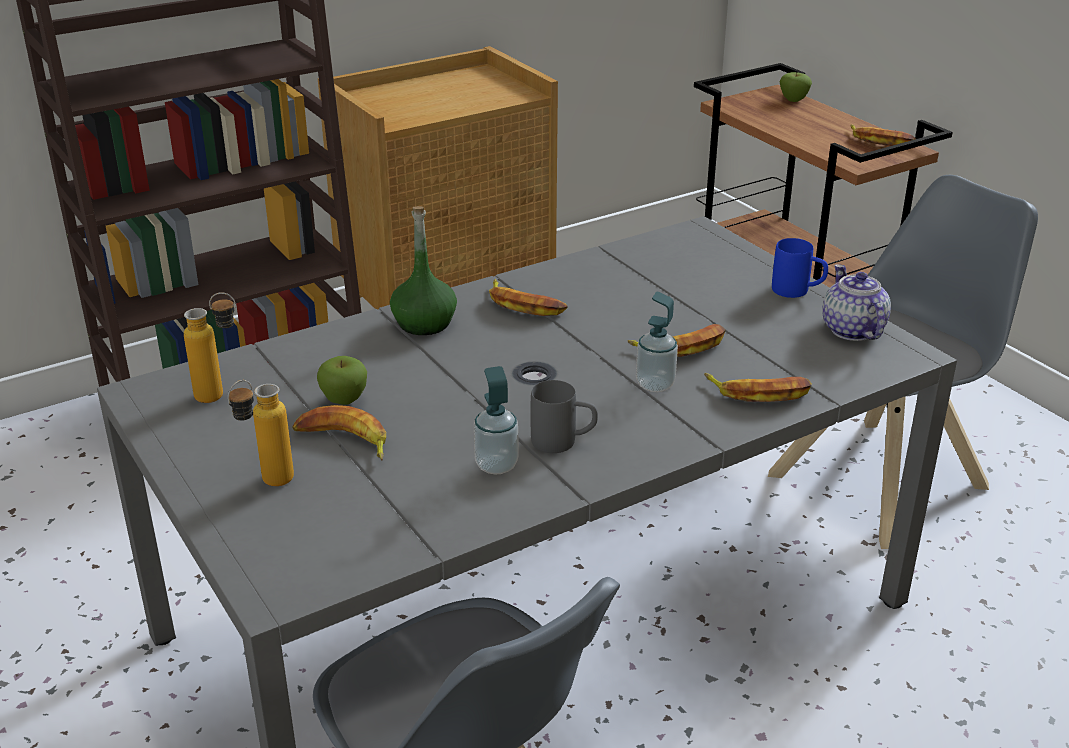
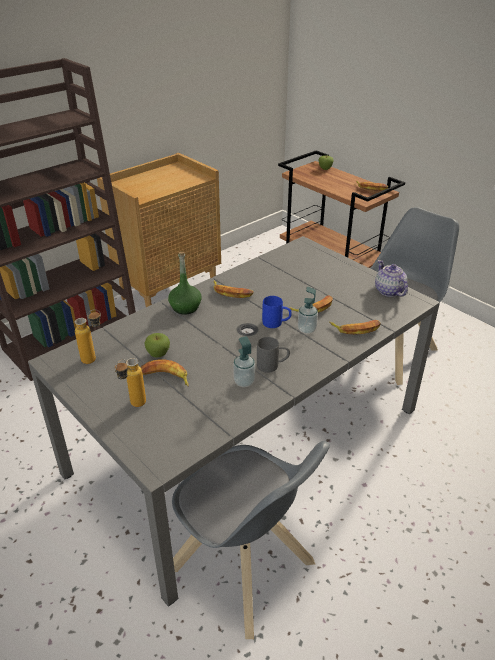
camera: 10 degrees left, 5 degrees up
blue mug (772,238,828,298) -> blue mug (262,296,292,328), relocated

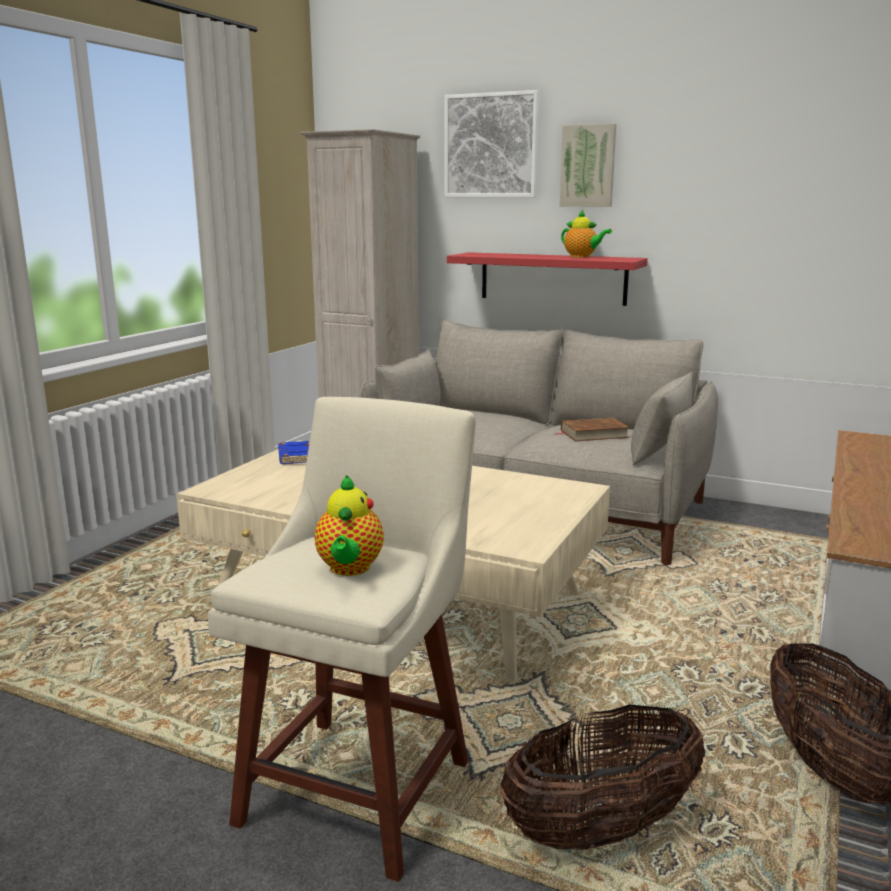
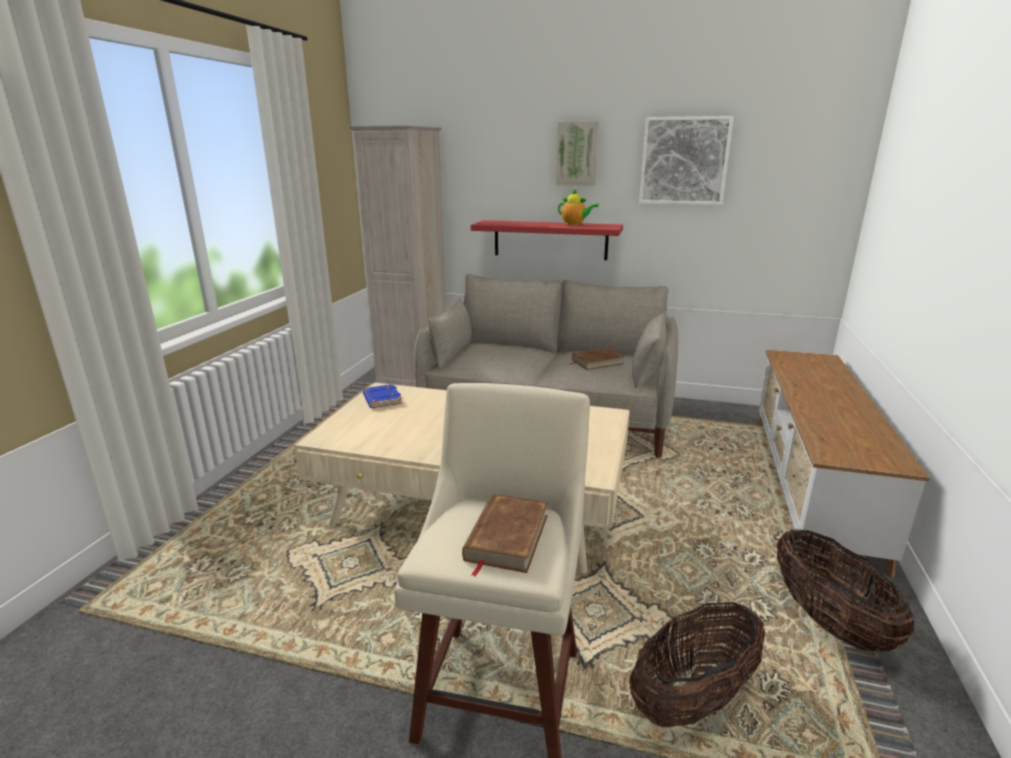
camera: 10 degrees left, 5 degrees up
teapot (315,475,384,576) -> brown book (462,494,548,576)
picture (444,90,540,197) -> picture (639,116,734,205), relocated

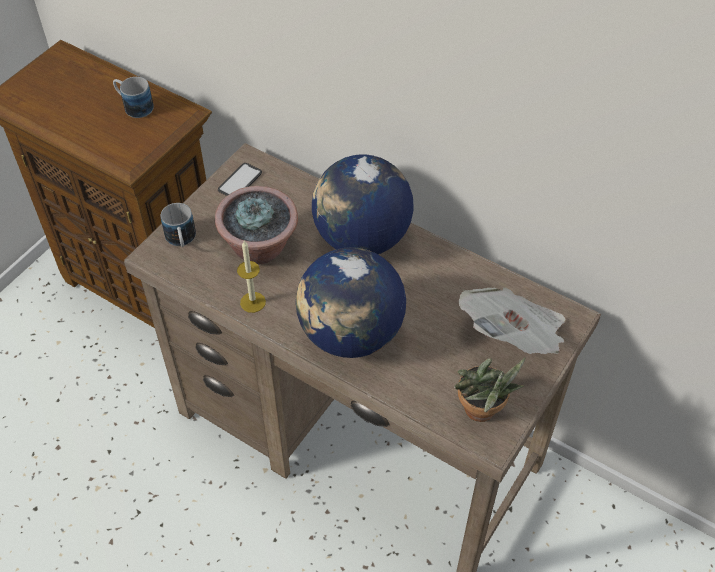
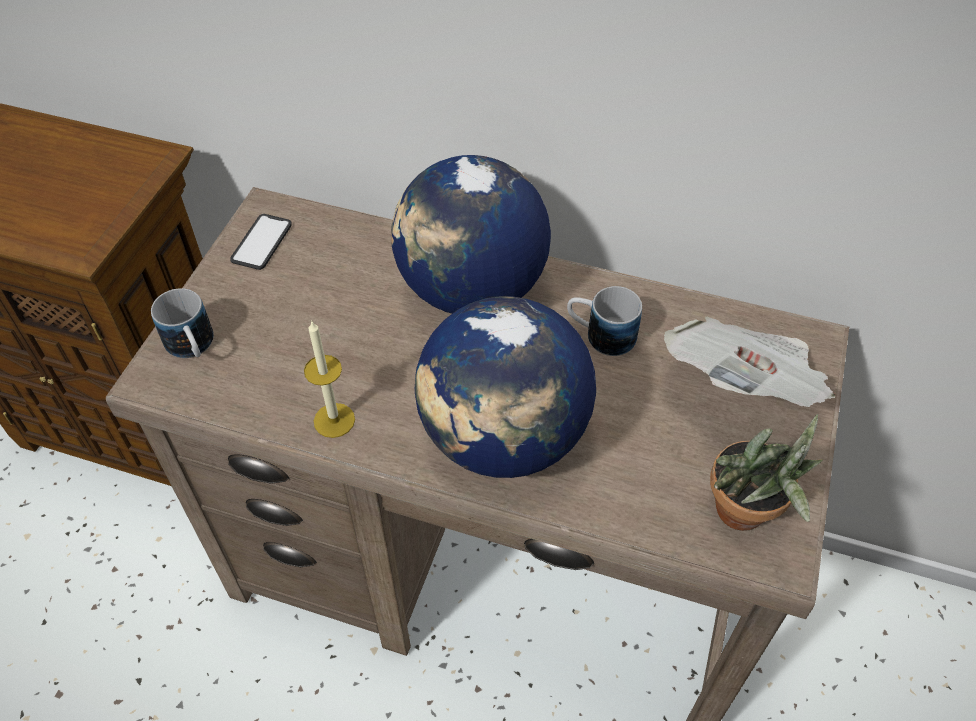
camera: 15 degrees left, 0 degrees up
mug (113,77,154,118) -> mug (567,286,642,356), relocated
potted plant (215,186,298,264) -> none

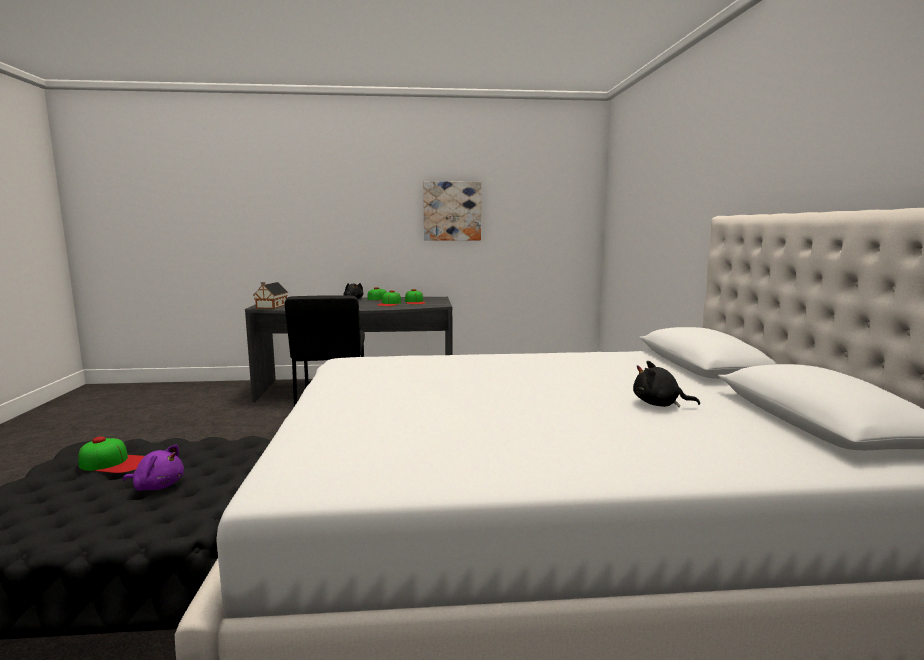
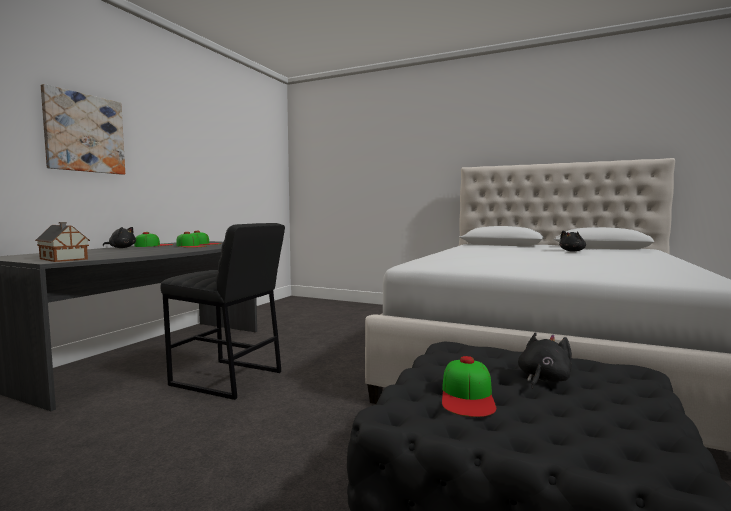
camera: 60 degrees left, 5 degrees down
cap (78,436,145,473) -> cap (442,356,496,417), 150 degrees clockwise
purple plush toy (123,445,184,491) -> black plush toy (518,332,572,389)
picture (423,181,481,241) -> picture (41,84,125,175), relocated

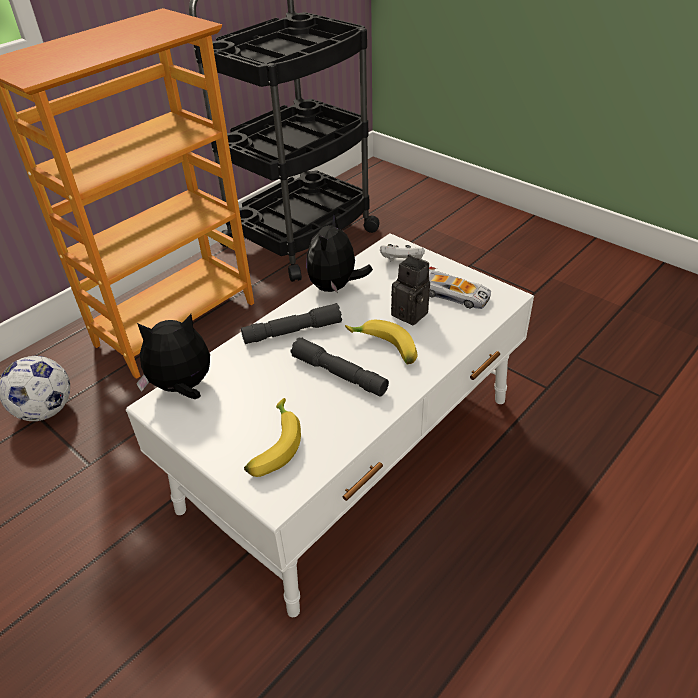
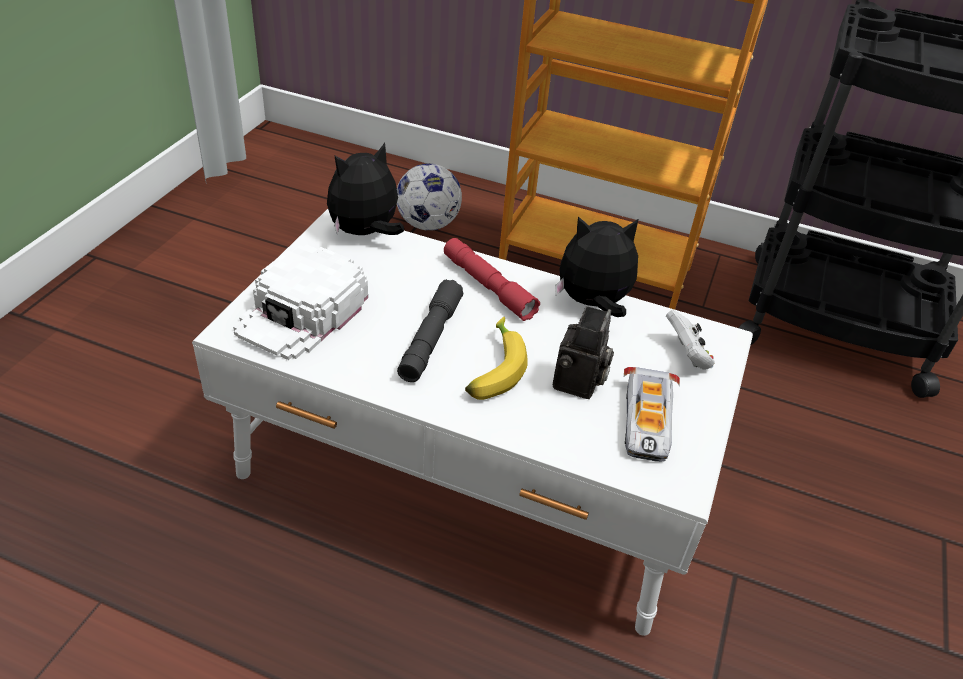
camera: 65 degrees right, 0 degrees up
plush toy (136,314,210,399) -> plush toy (327,143,405,235), 90 degrees counterclockwise
grey flashlight (241,303,342,344) -> red flashlight (444,238,540,321)
banana (244,398,301,477) -> white cap (233,245,368,360)

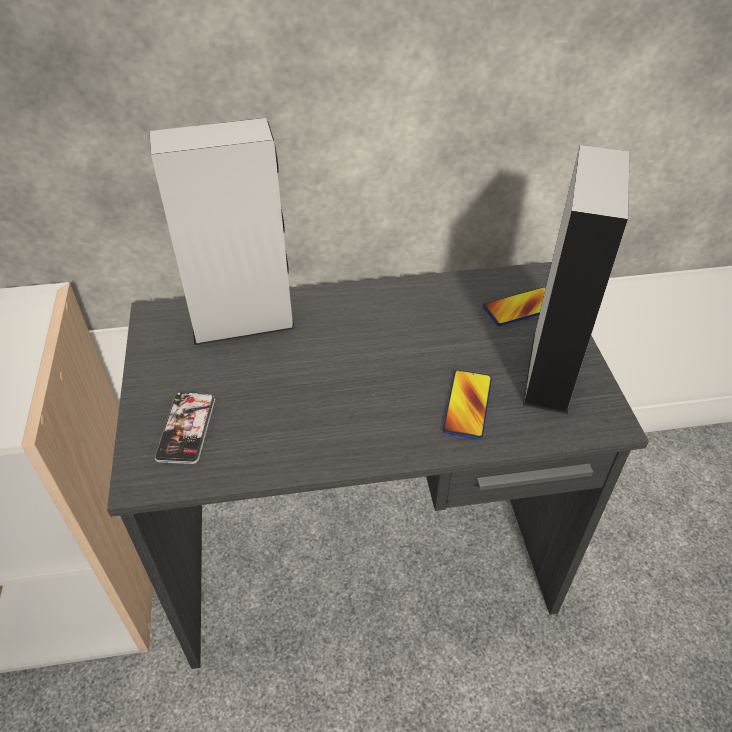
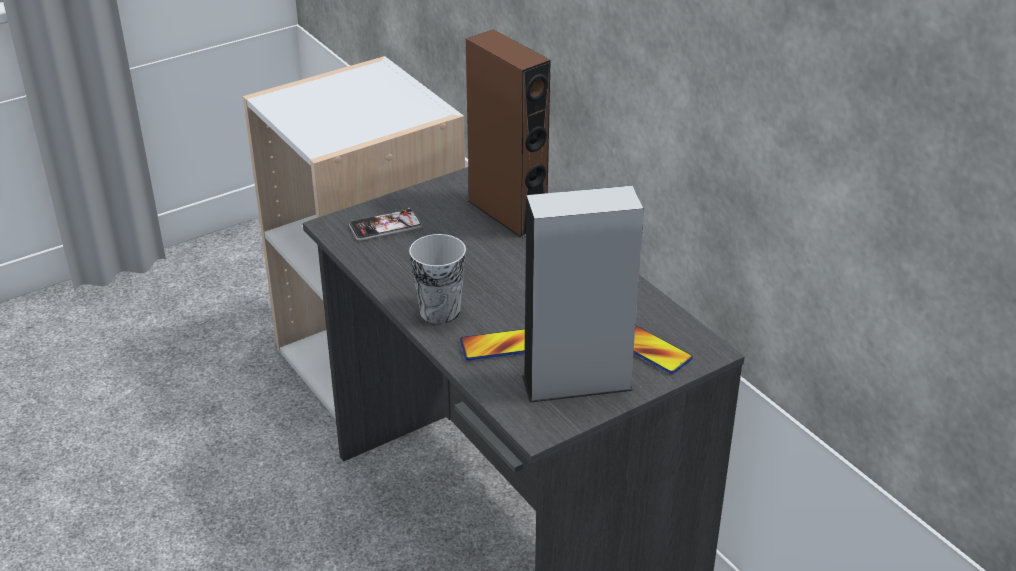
camera: 65 degrees right, 10 degrees down
grey speaker (149,118,295,345) -> brown speaker (466,29,551,238)
none -> cup (409,234,466,324)

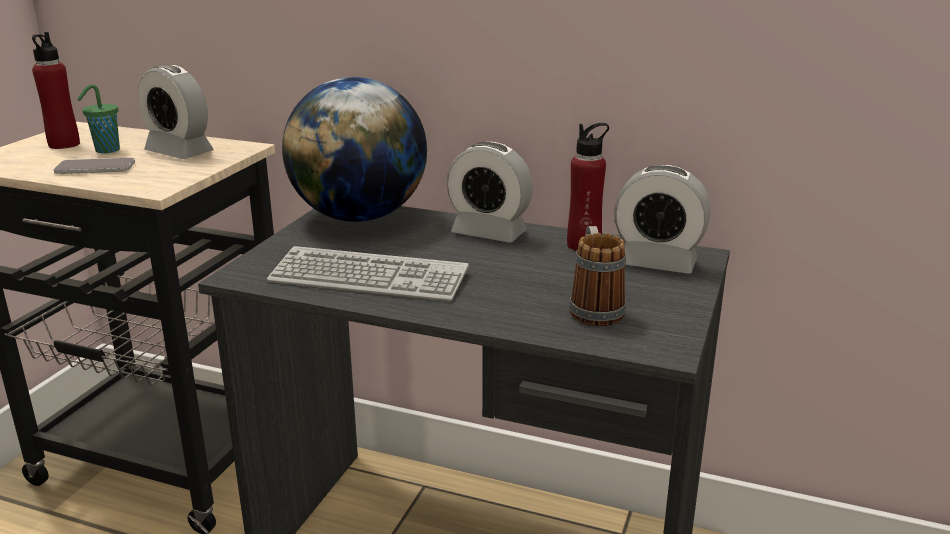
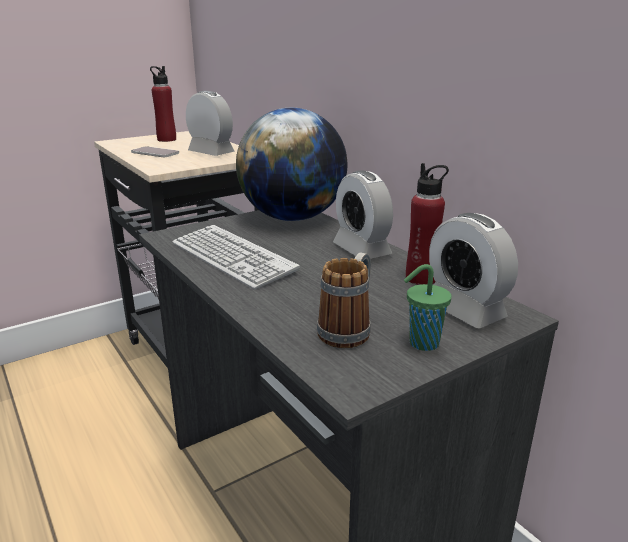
camera: 35 degrees right, 0 degrees up
green cup (77,84,120,153) -> green cup (404,264,452,351), relocated
alarm clock (138,65,214,159) -> alarm clock (186,91,235,156), 150 degrees clockwise

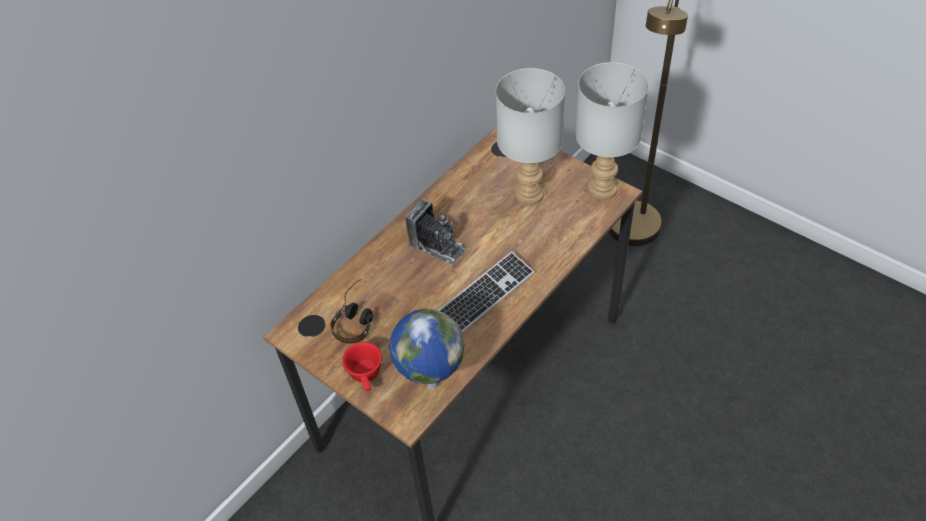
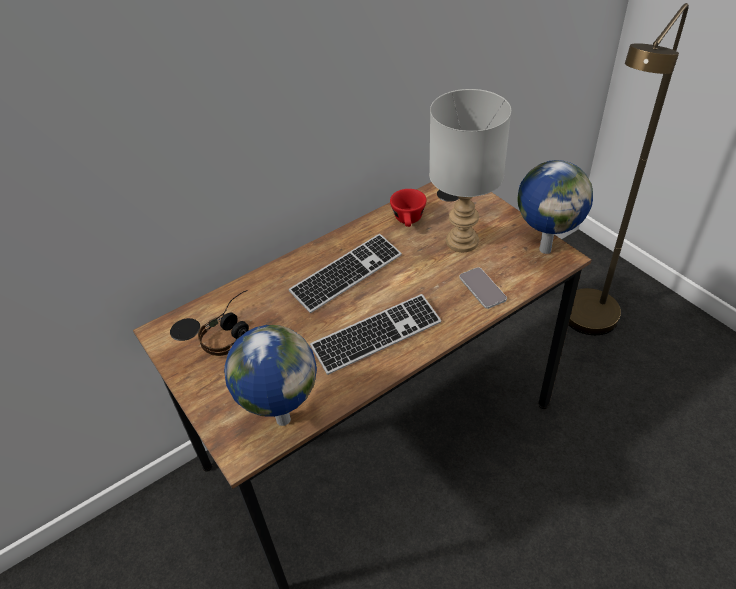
camera: 15 degrees right, 5 degrees down
red cup (342,342,382,391) -> red cup (390,189,427,227), relocated
photo camera (405,198,468,266) -> keyboard (289,234,402,313)
grey table lamp (575,62,649,200) -> globe (517,160,593,254)
none -> phone (459,267,507,309)

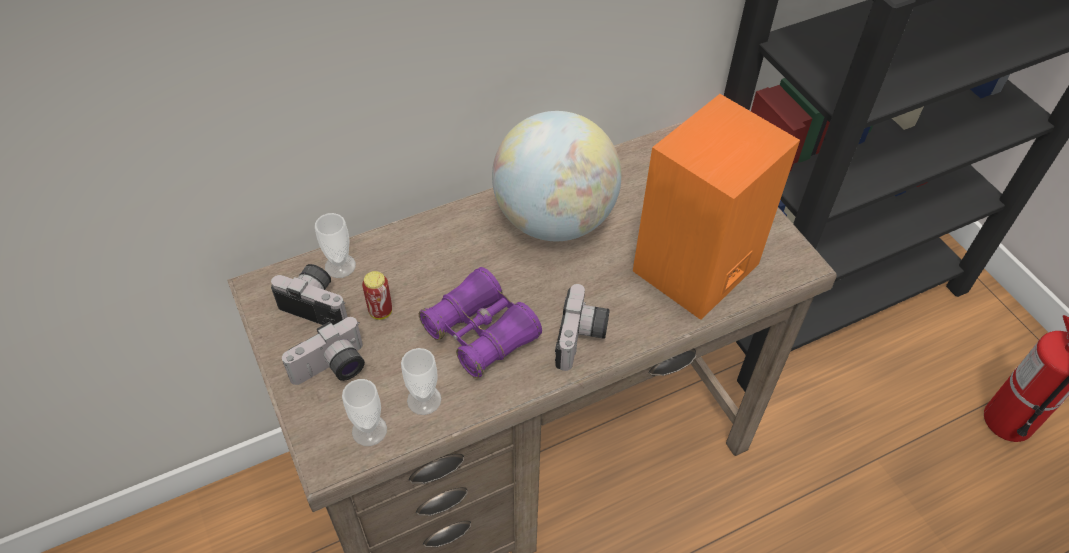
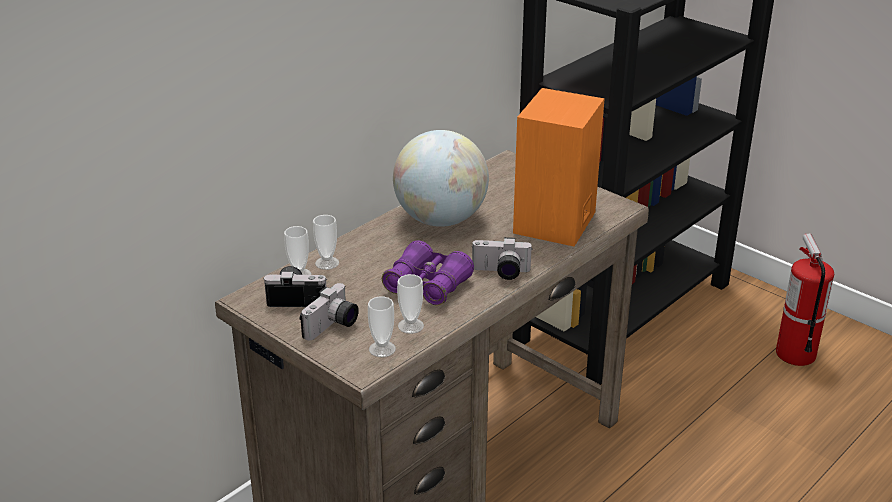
camera: 20 degrees left, 20 degrees down
can (362,271,392,320) -> none
photo camera (555,284,610,371) -> photo camera (471,237,533,280), 105 degrees clockwise
none -> cup (313,215,339,270)

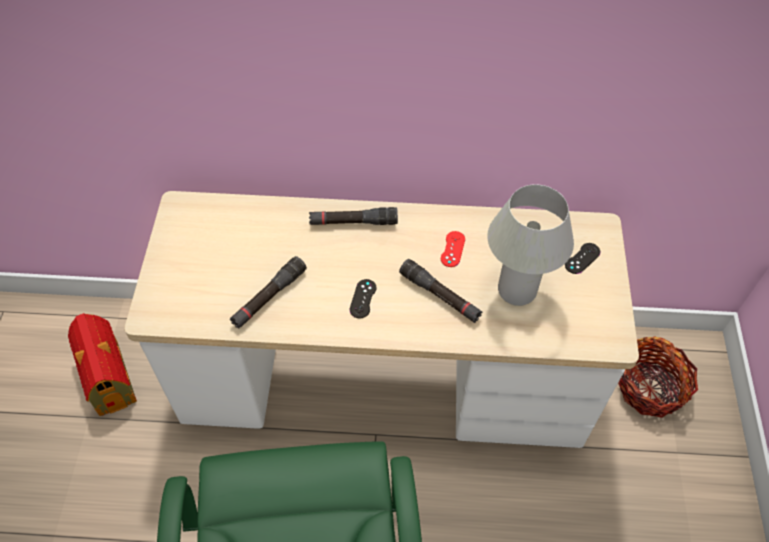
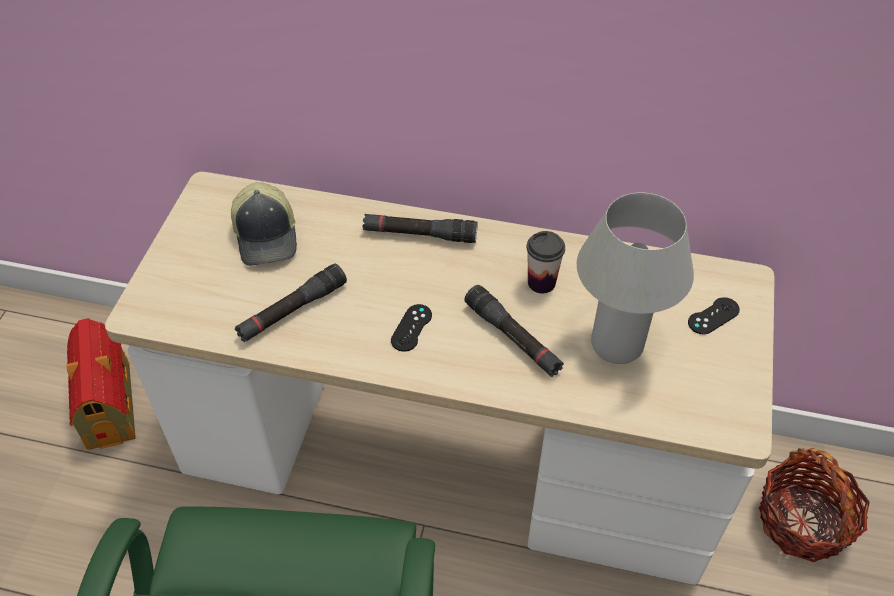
camera: 10 degrees right, 5 degrees down
red game controller (441,231,465,267) -> cup (527,231,565,293)
none -> cap (231,182,297,266)

